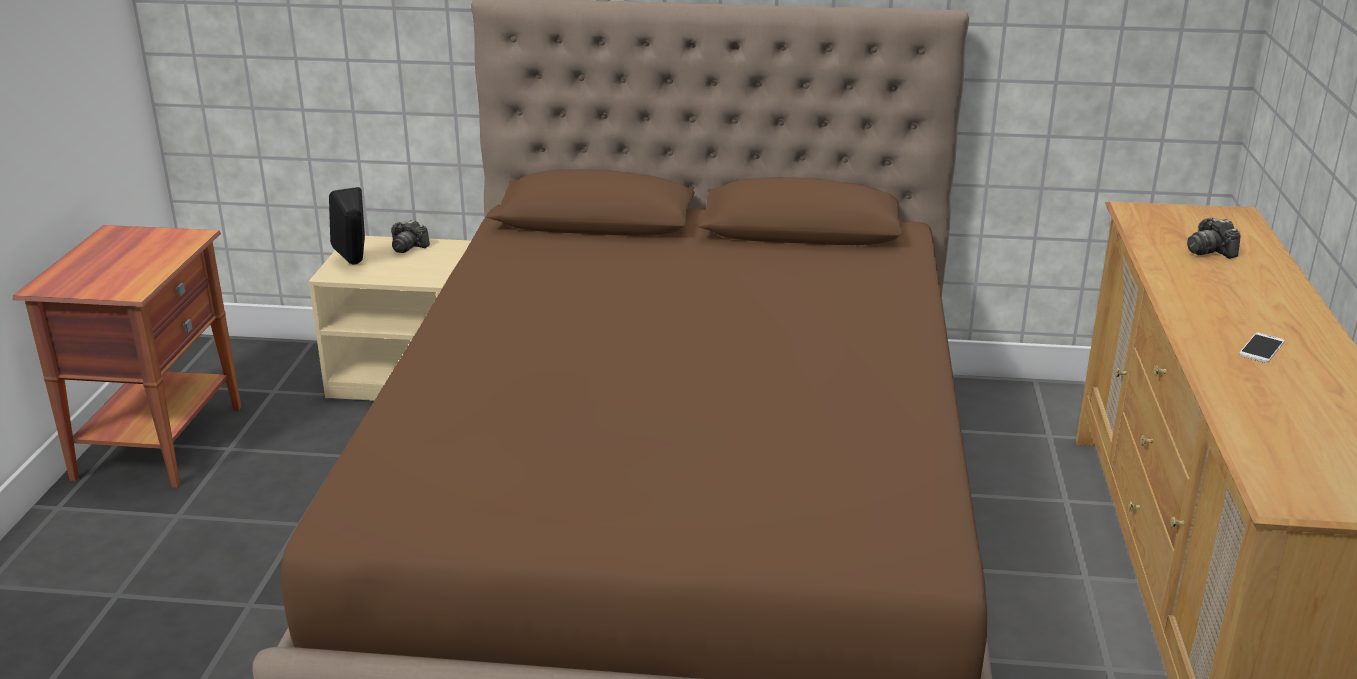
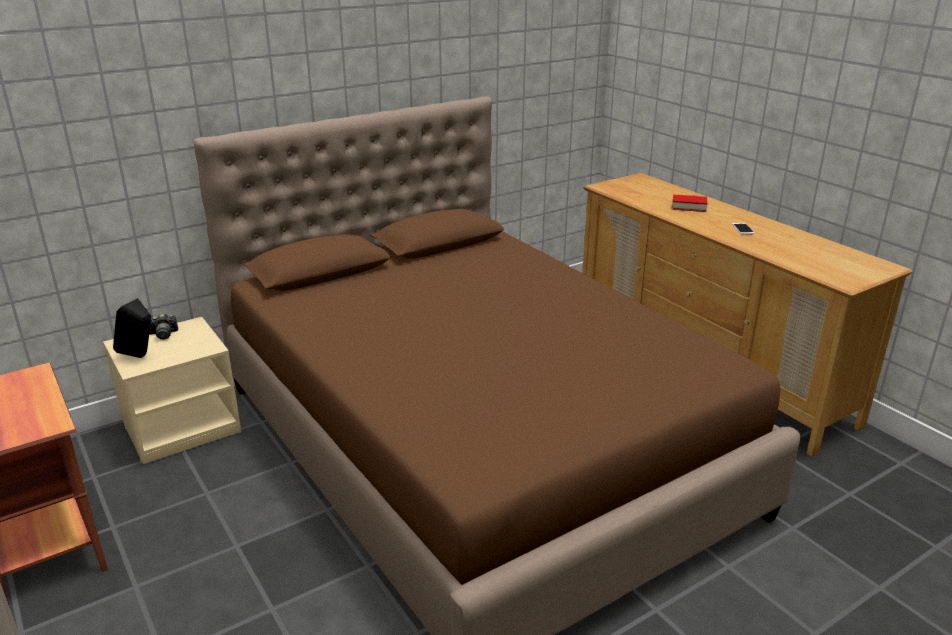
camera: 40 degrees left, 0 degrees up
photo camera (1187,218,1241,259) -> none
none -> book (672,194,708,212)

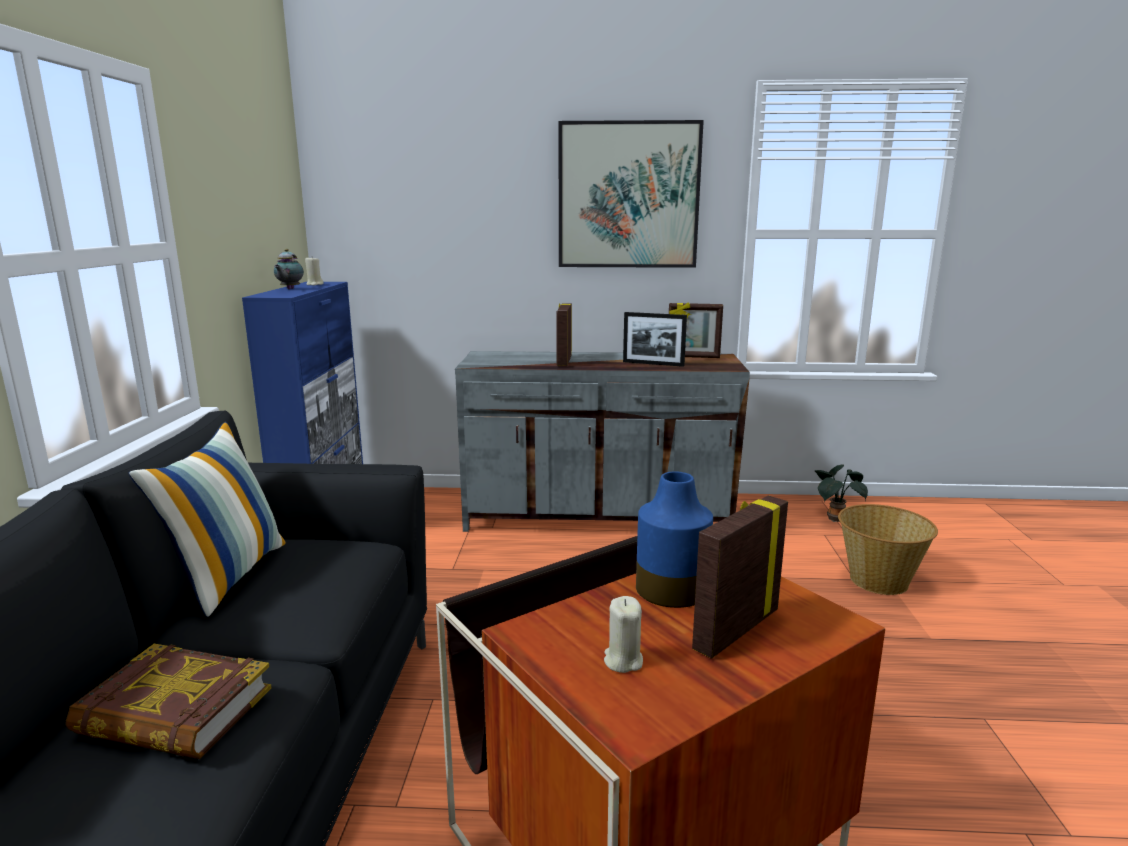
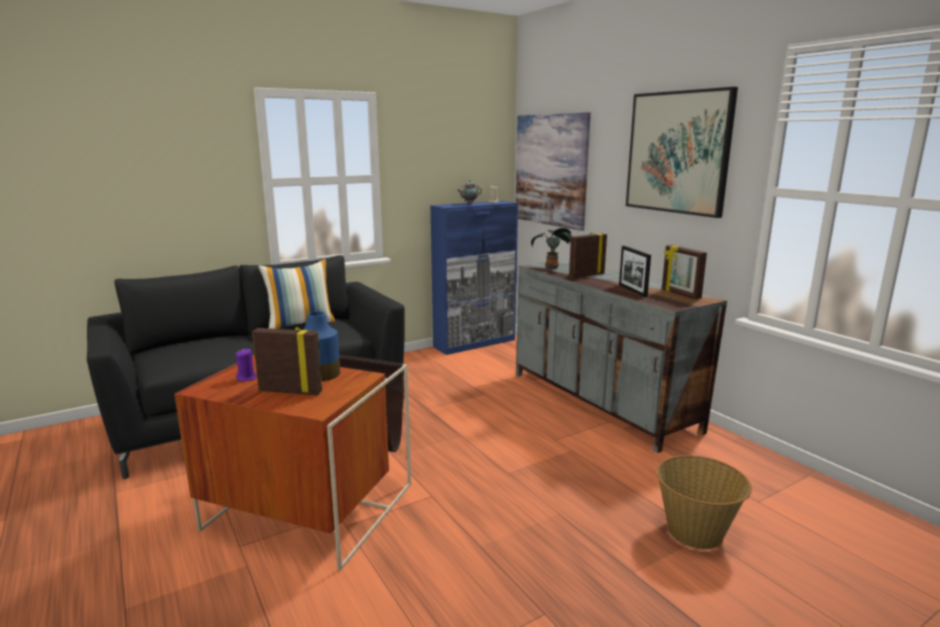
camera: 55 degrees right, 0 degrees up
book (66,644,272,759) -> none
beige candle (604,596,643,673) -> purple candle (236,349,257,382)
potted plant (815,465,868,522) -> potted plant (531,228,572,269), relocated
none -> picture (516,112,591,231)

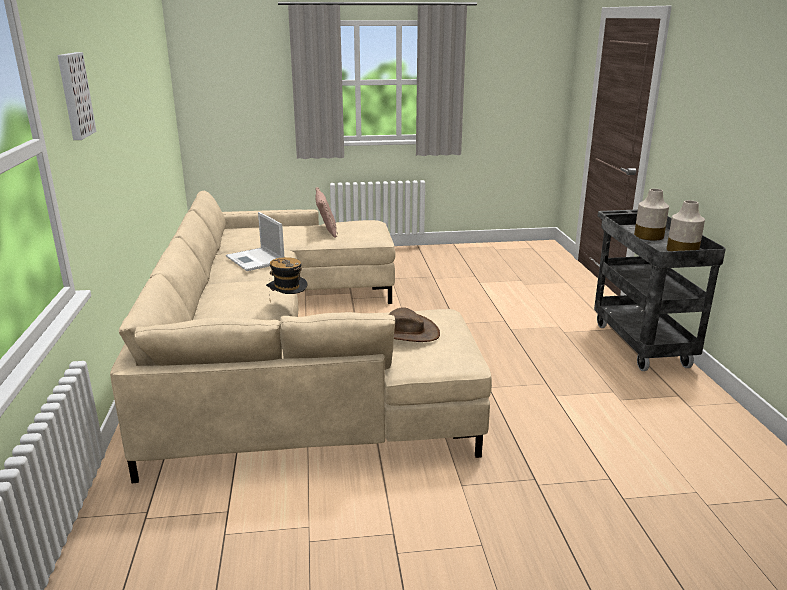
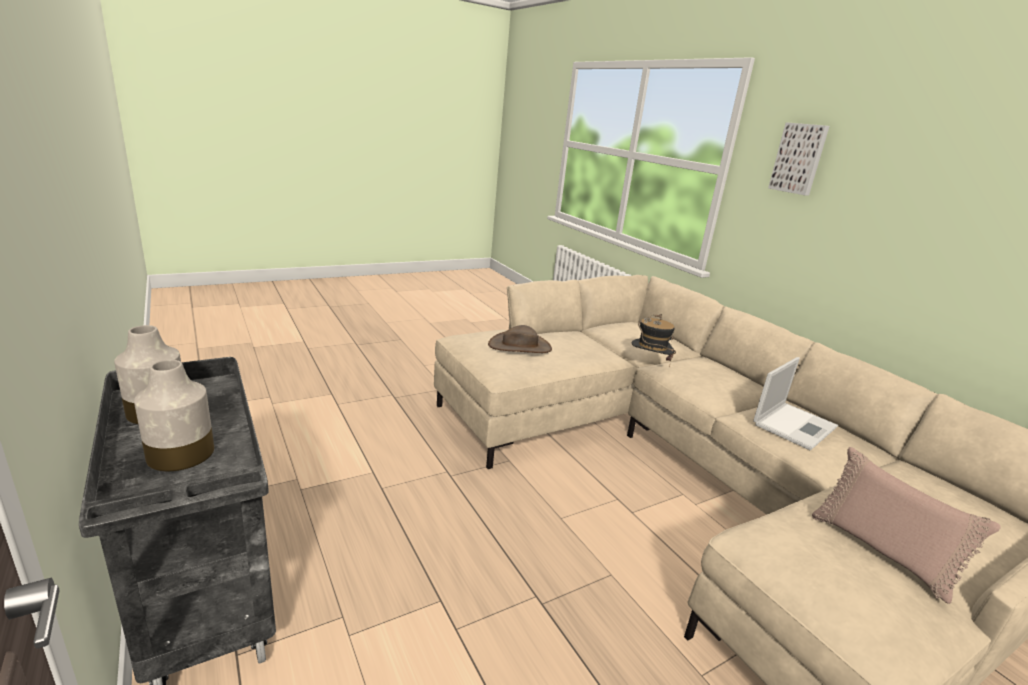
camera: 155 degrees right, 0 degrees up
laptop (226,212,284,271) -> laptop (753,357,838,450), 105 degrees clockwise

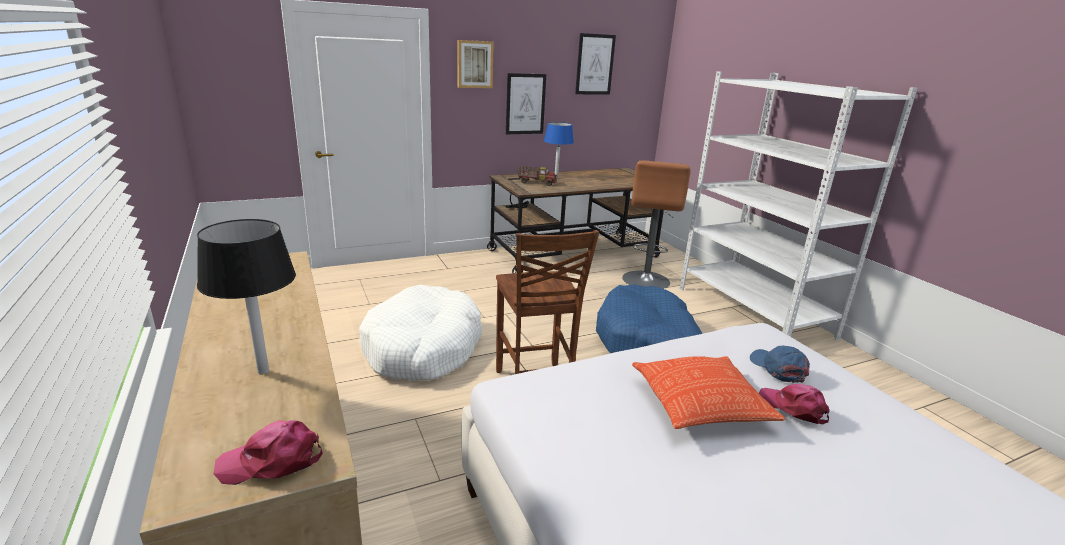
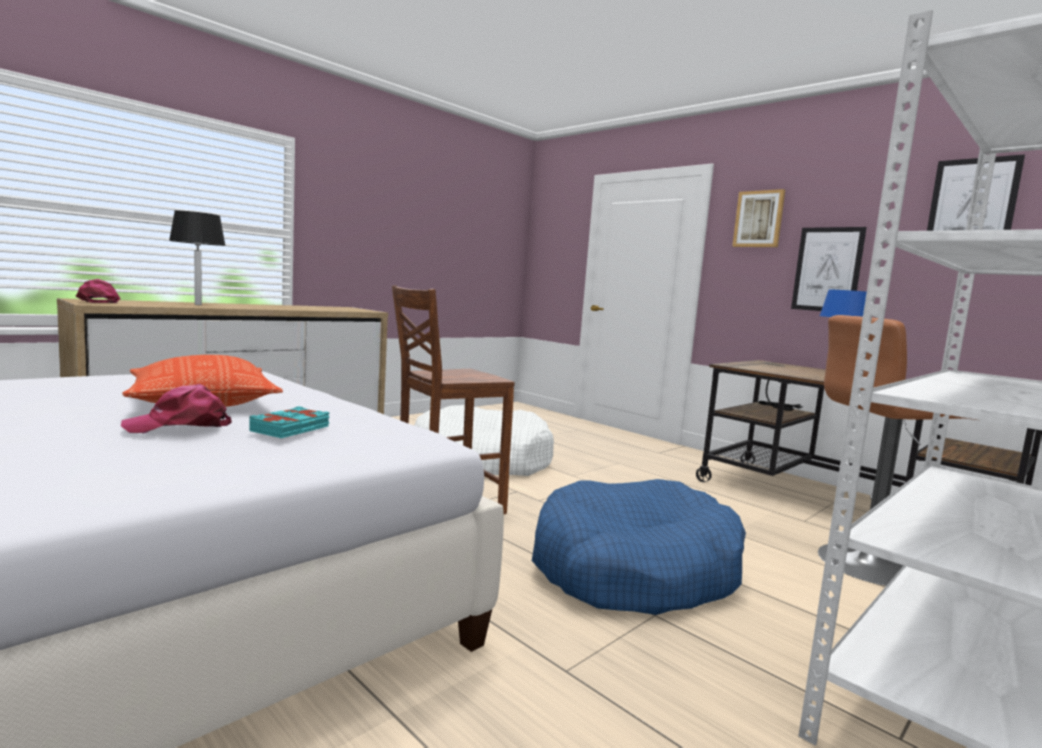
camera: 70 degrees right, 15 degrees down
toy truck (518,166,557,186) -> none
blue cap (750,345,810,383) -> turquoise book (249,406,330,438)
pink cap (759,384,830,424) -> pink cap (121,384,232,433), 135 degrees counterclockwise

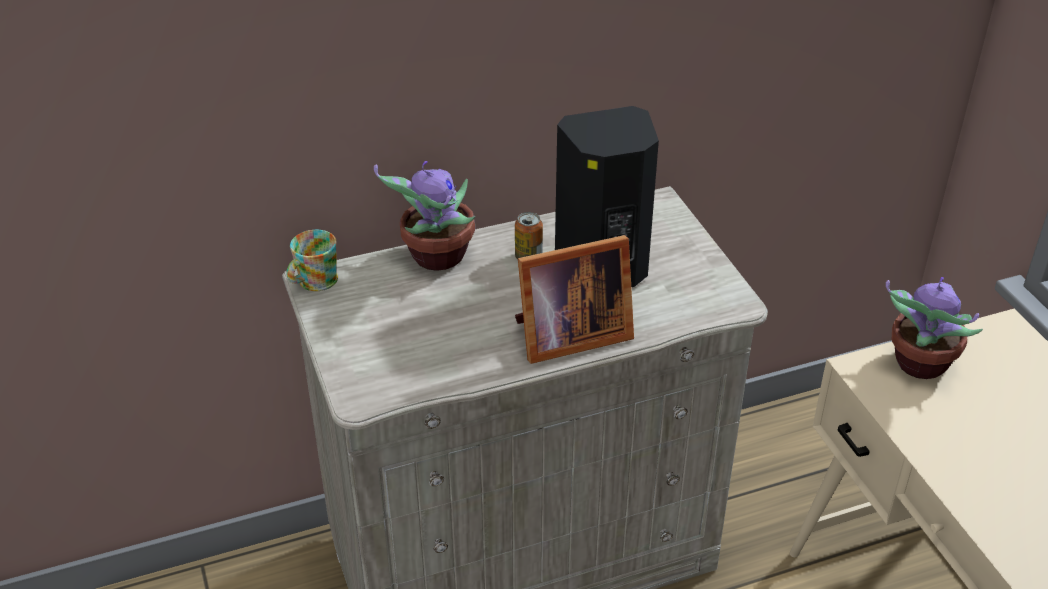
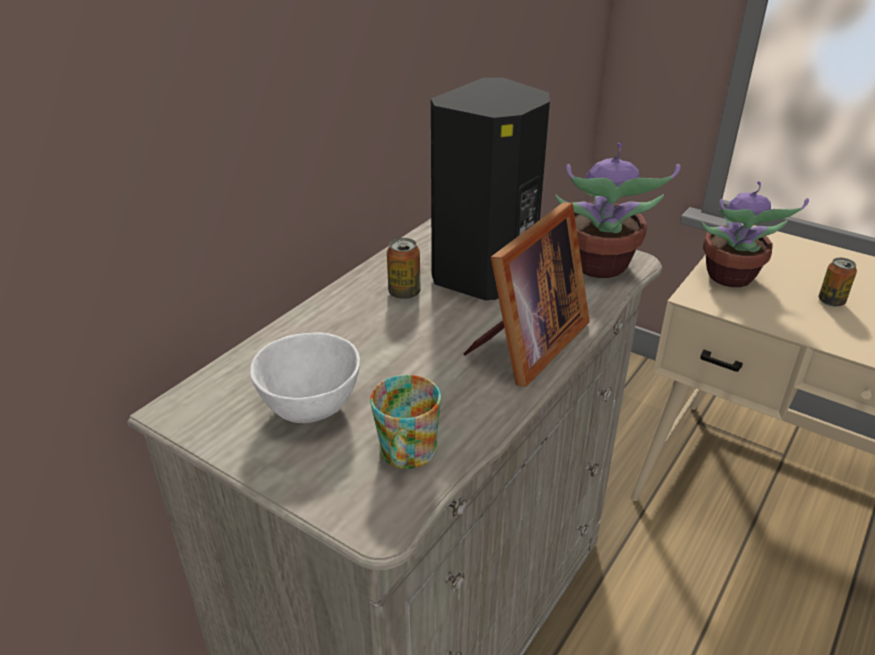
camera: 35 degrees left, 5 degrees down
mug (286,230,338,291) -> mug (370,375,441,469), relocated
potted plant (374,161,475,271) -> potted plant (555,143,681,278), relocated
none -> white bowl (250,332,360,423)
none -> can (819,258,857,307)

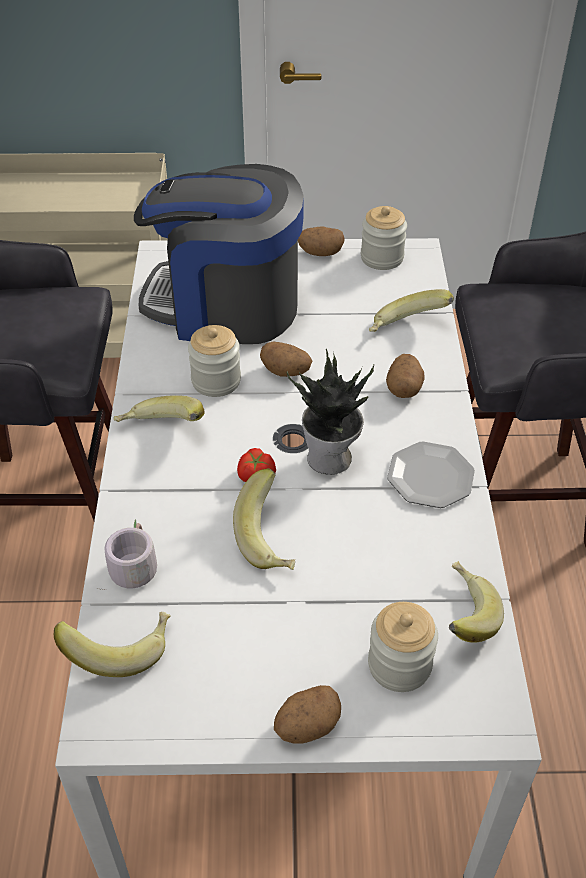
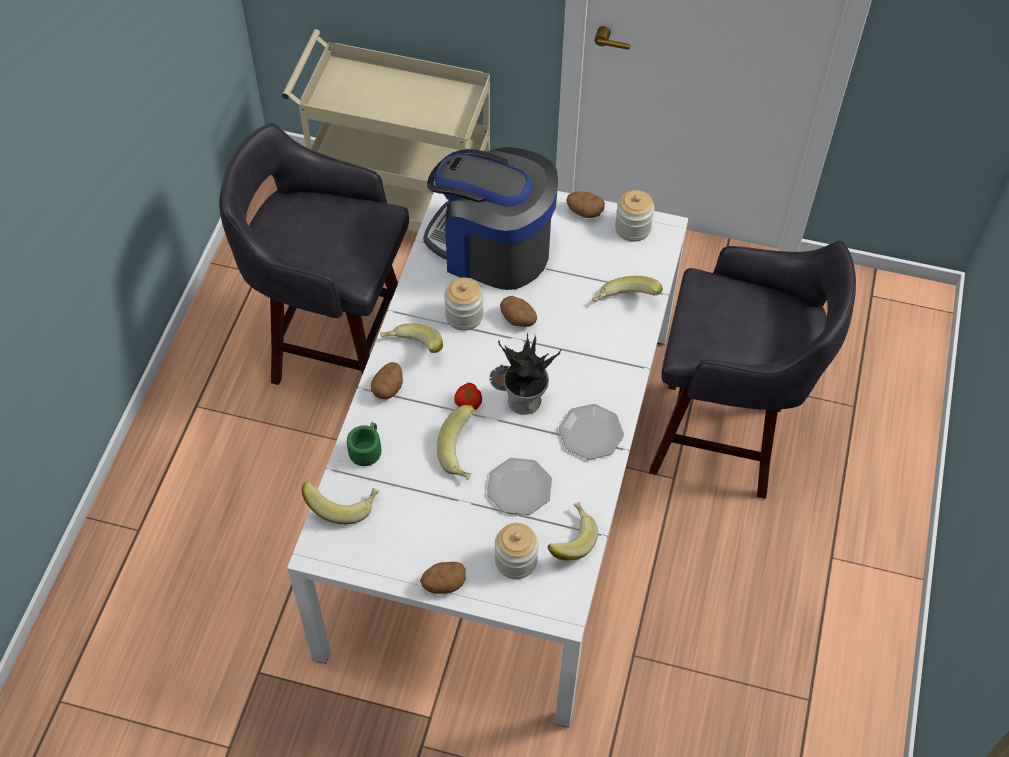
camera: 15 degrees right, 10 degrees up
grey mug (97,519,157,590) -> green mug (339,421,381,466)
potato (386,354,425,398) -> potato (371,362,403,399), relocated
none -> plate (487,458,552,515)

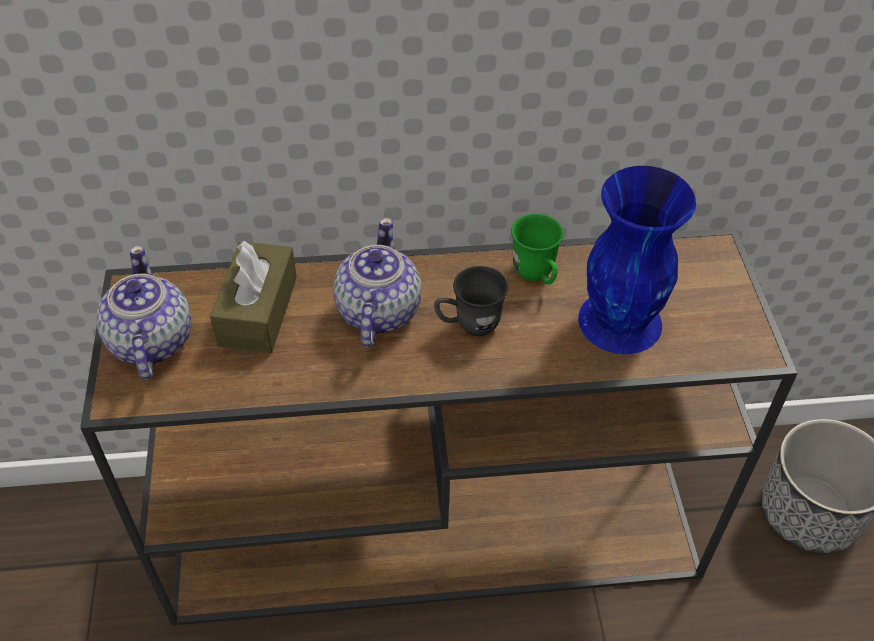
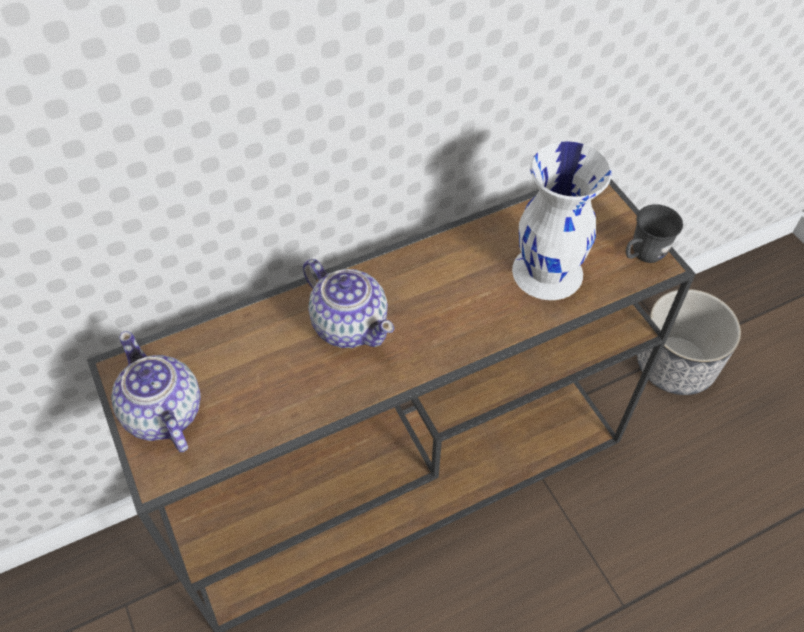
camera: 20 degrees left, 5 degrees up
brown tissue box (210,241,297,353) -> none
teapot (333,218,421,347) -> teapot (303,259,394,348), 150 degrees clockwise
grey mug (434,266,509,336) -> grey mug (626,204,683,263), relocated
green mug (511,214,564,285) -> none
blue vase (578,166,696,354) -> white vase (512,142,611,300)

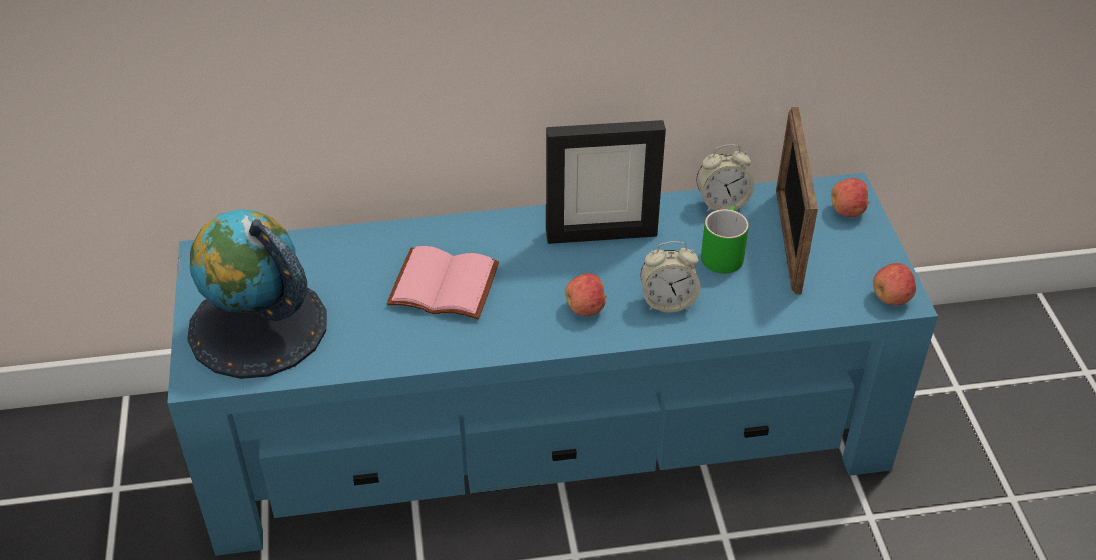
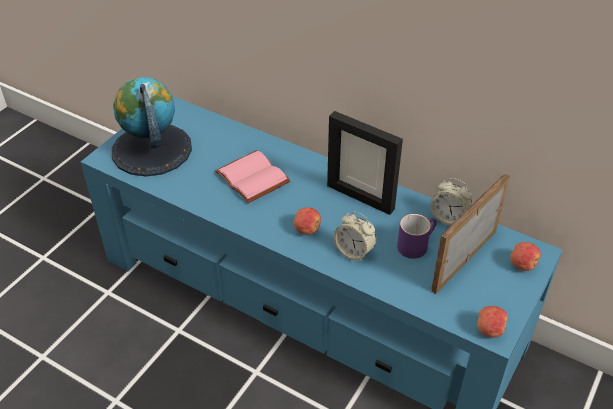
camera: 40 degrees right, 0 degrees up
green mug (701,206,749,274) -> purple mug (397,214,437,259)

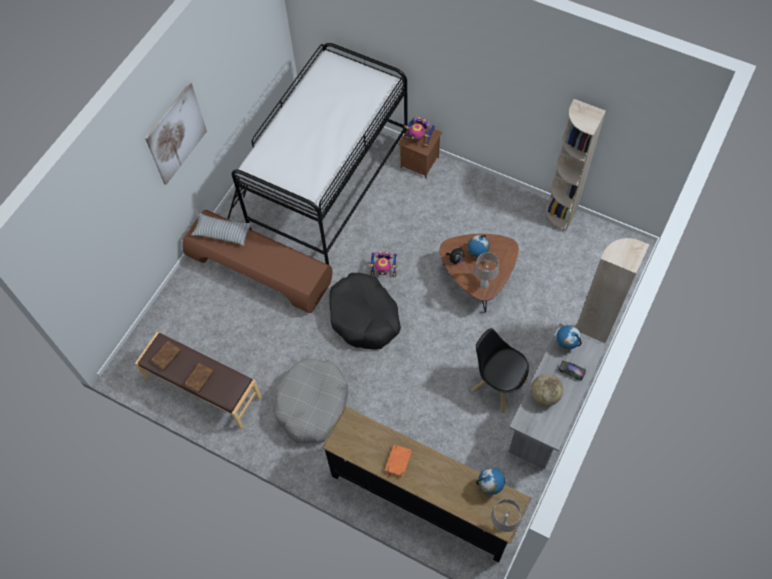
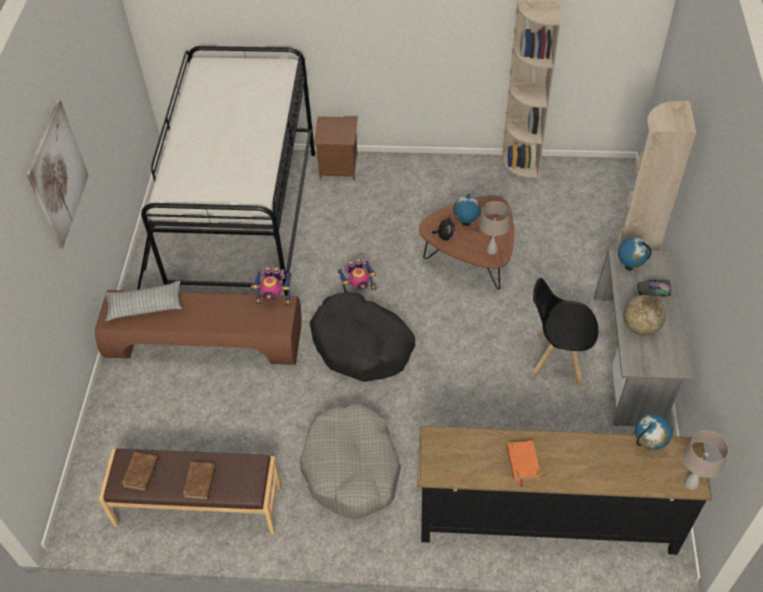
camera: 25 degrees left, 10 degrees down
toy robot (404,117,435,148) -> toy robot (251,267,292,305), relocated

